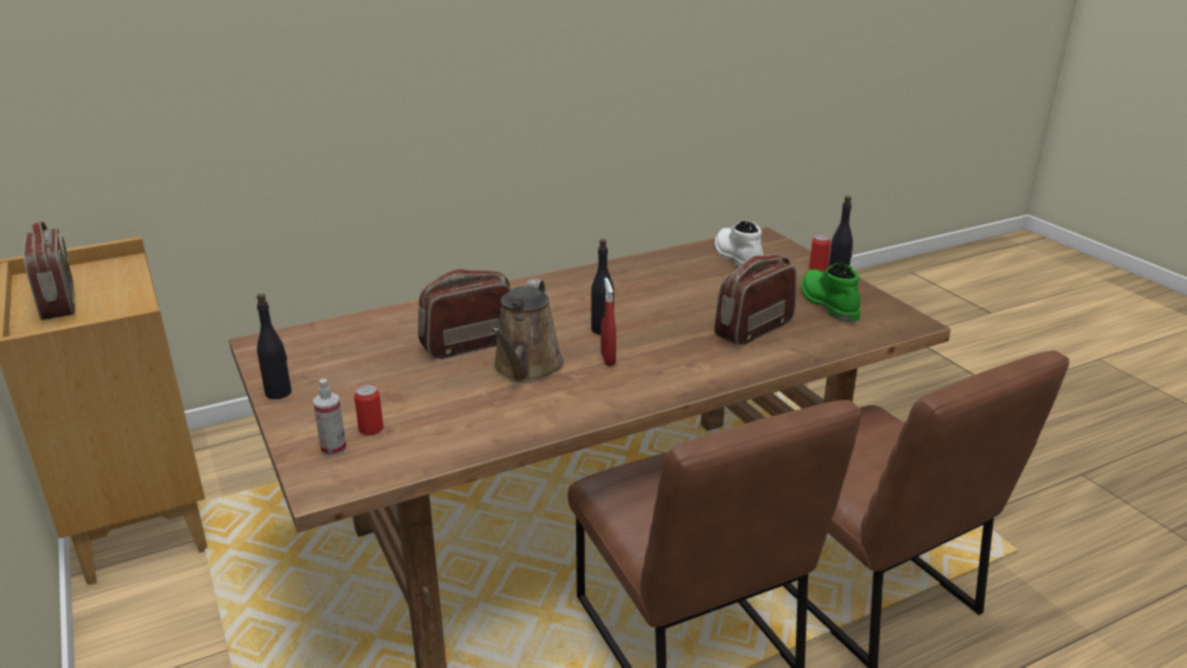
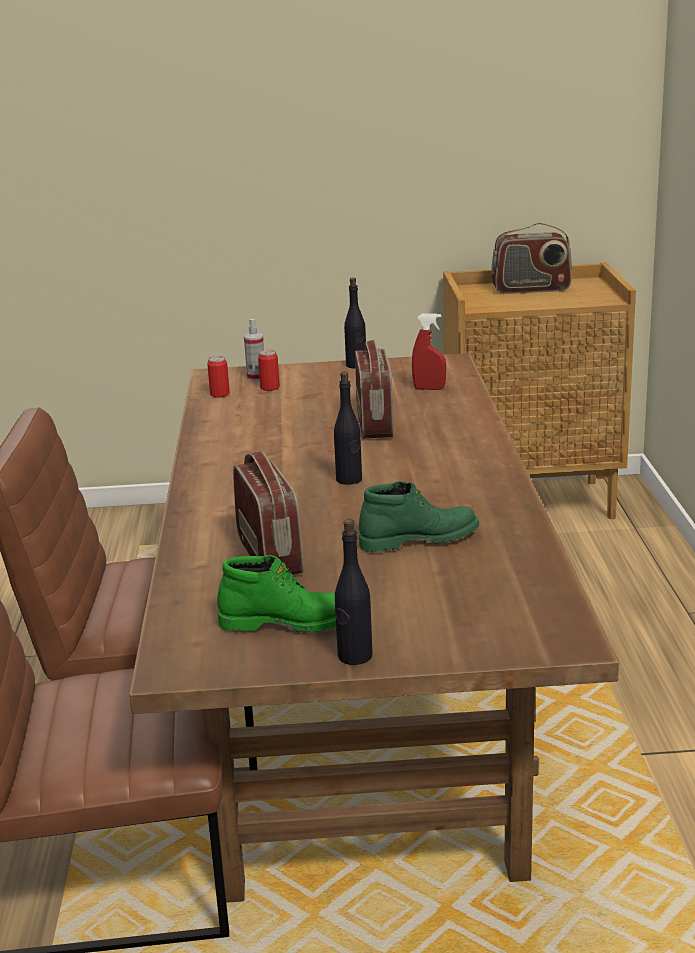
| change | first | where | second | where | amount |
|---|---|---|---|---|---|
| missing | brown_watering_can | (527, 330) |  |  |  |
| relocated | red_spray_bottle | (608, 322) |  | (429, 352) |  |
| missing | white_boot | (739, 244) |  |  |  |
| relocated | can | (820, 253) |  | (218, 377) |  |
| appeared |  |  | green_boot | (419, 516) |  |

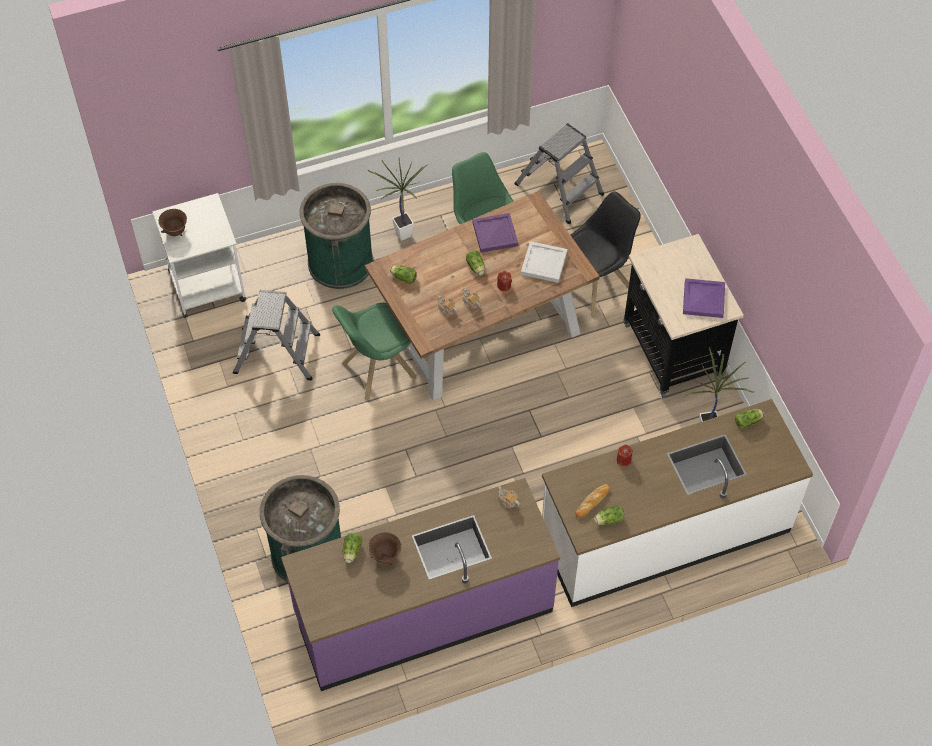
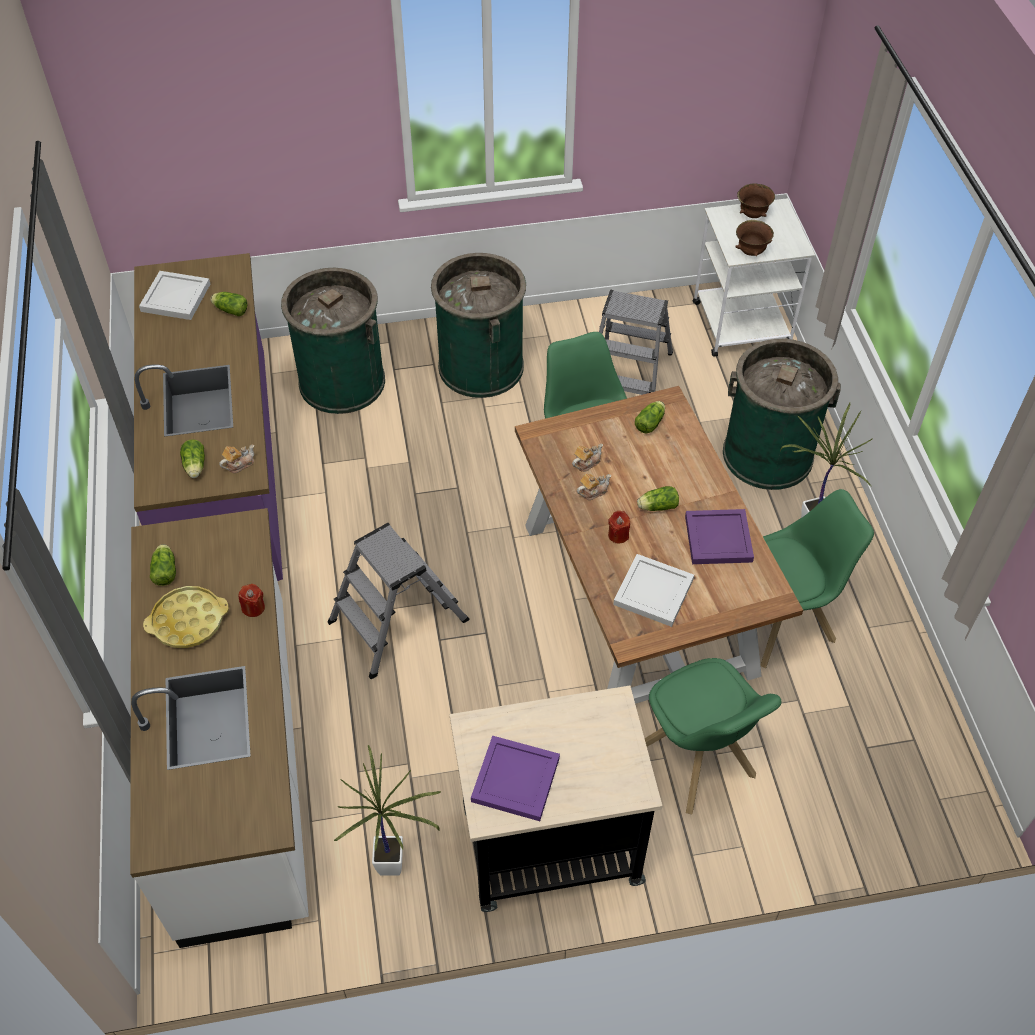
| change | first | where | second | where | amount |
|---|---|---|---|---|---|
| relocated | brown_bowl | (384, 549) |  | (754, 238) |  |
| relocated | grey_step_ladder | (559, 173) |  | (399, 601) |  |
| colour | black_chair | (606, 253) | green_chair | (713, 736) |  |
| missing | bread | (592, 501) |  |  |  |
| relocated | lettuce | (749, 418) |  | (192, 458) |  |
| appeared |  |  | white_tray | (174, 295) |  |
| appeared |  |  | yellow_tray | (186, 617) |  |
| appeared |  |  | green_trash_can | (478, 325) |  |

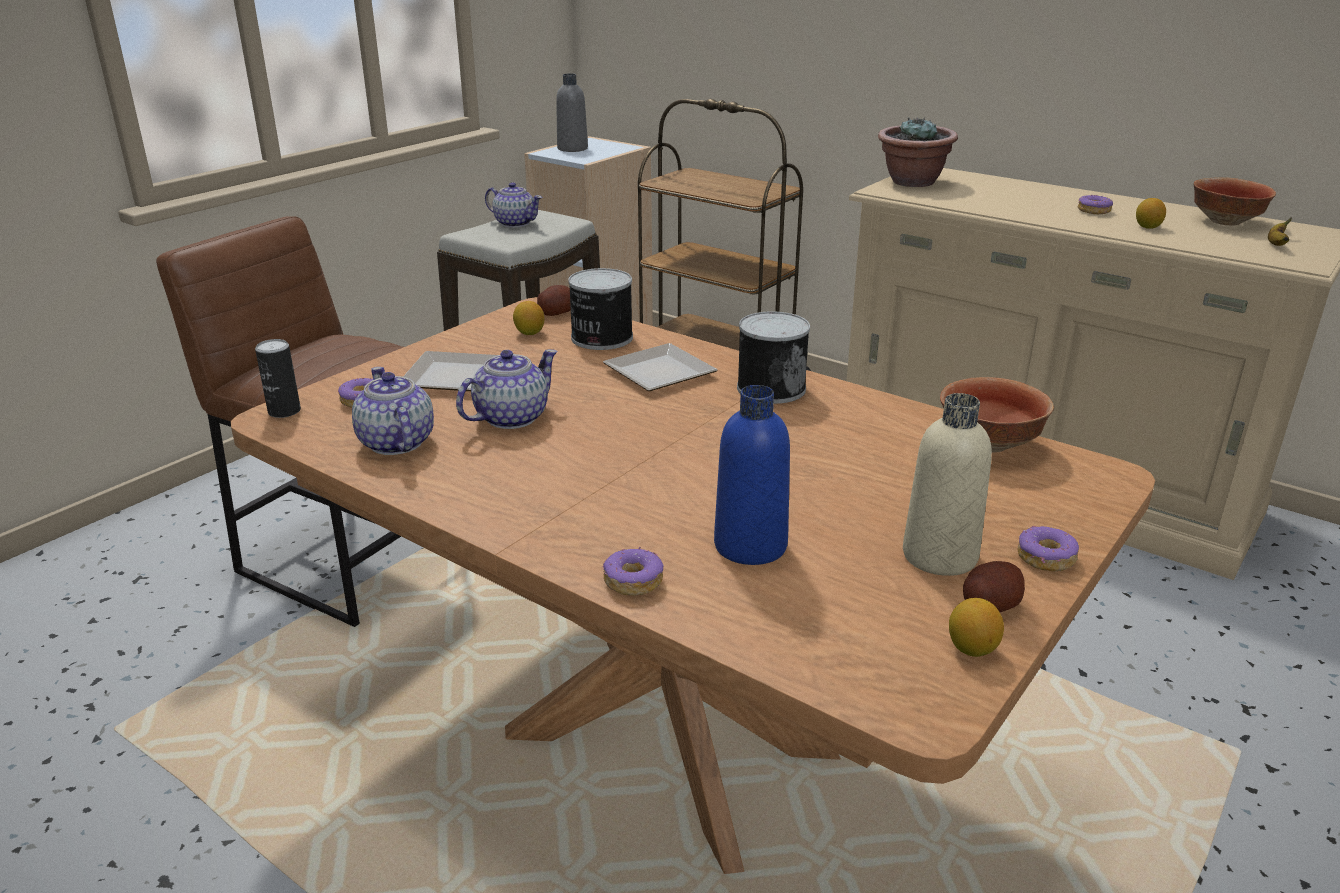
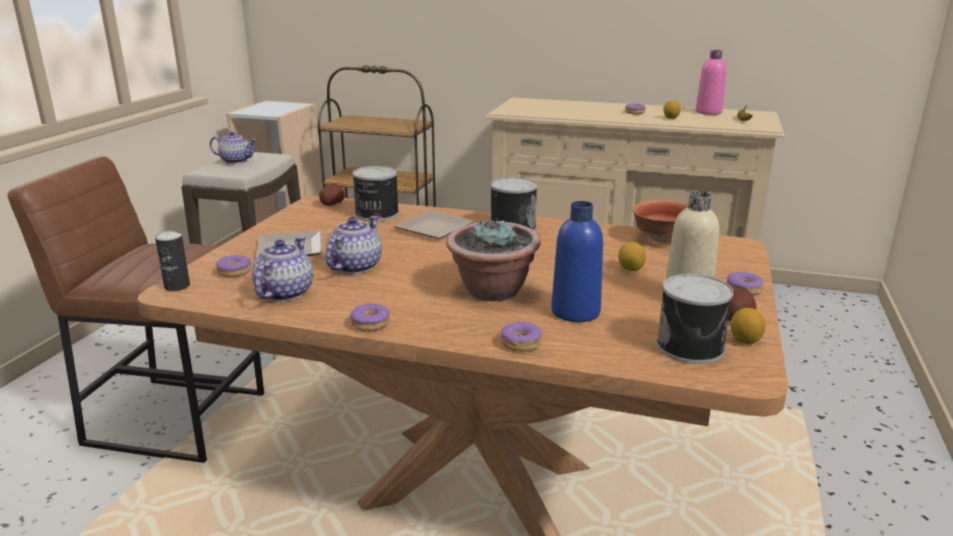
| change | first | where | second | where | amount |
|---|---|---|---|---|---|
| spun | teapot | (393, 411) |  | (282, 269) | 60 degrees clockwise |
| relocated | lemon | (528, 318) |  | (632, 256) |  |
| missing | grey_bottle | (572, 112) |  |  |  |
| relocated | potted_plant | (918, 152) |  | (493, 260) |  |
| exchanged | bowl | (1234, 201) | pink_bottle | (711, 82) |  |
| appeared |  |  | donut | (370, 317) |  |
| appeared |  |  | can | (694, 319) |  |

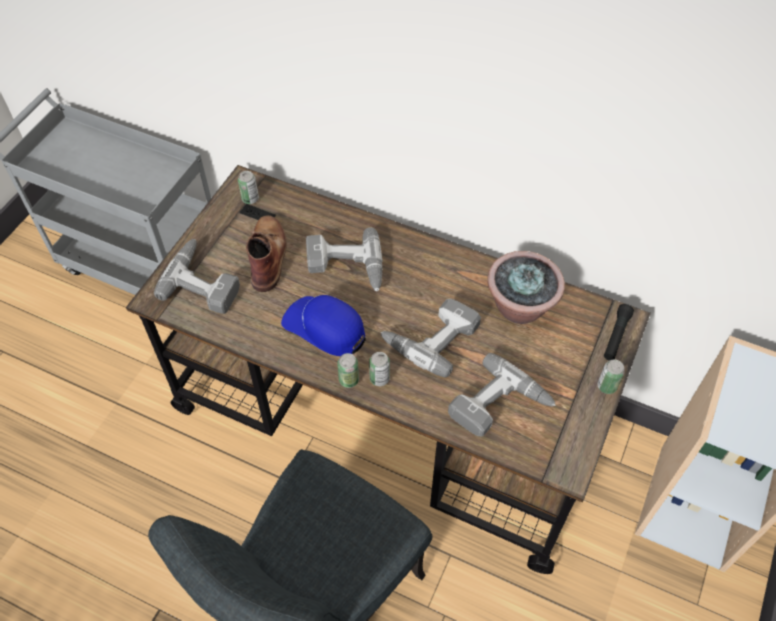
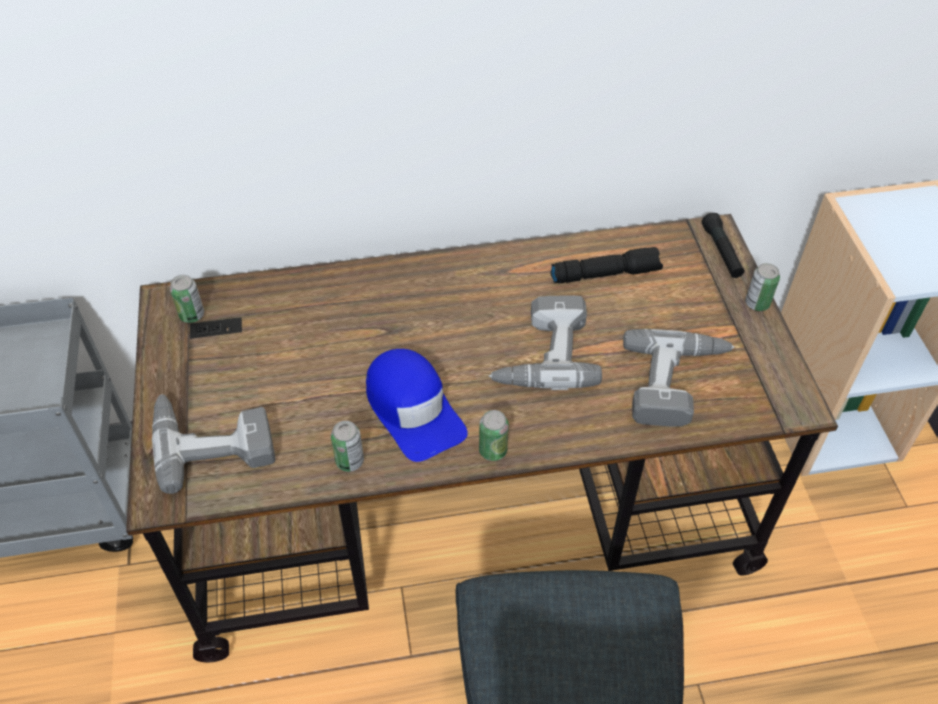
| change | first | where | second | where | amount |
|---|---|---|---|---|---|
| missing | brown_boot | (266, 253) |  |  |  |
| spun | blue_cap | (323, 325) |  | (417, 405) | 120 degrees counterclockwise |
| missing | power_drill | (344, 259) |  |  |  |
| relocated | can | (379, 369) |  | (347, 446) |  |
| exchanged | potted_plant | (526, 287) | black_flashlight | (606, 265) |  |

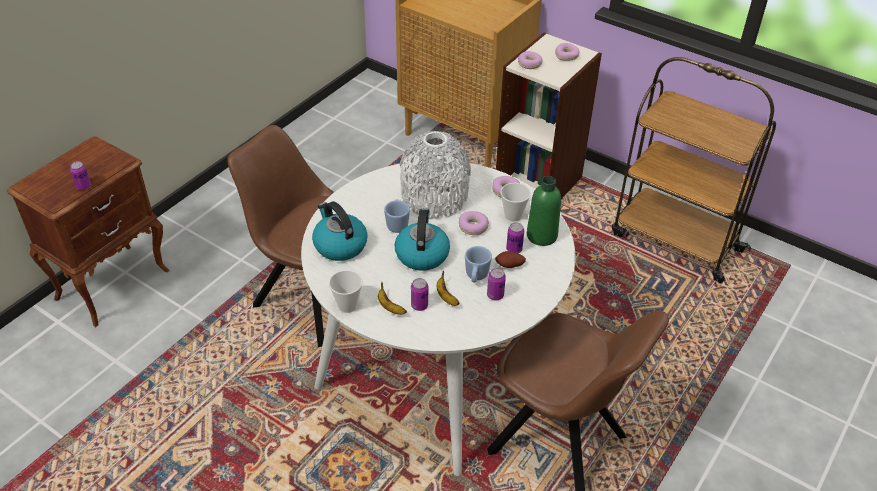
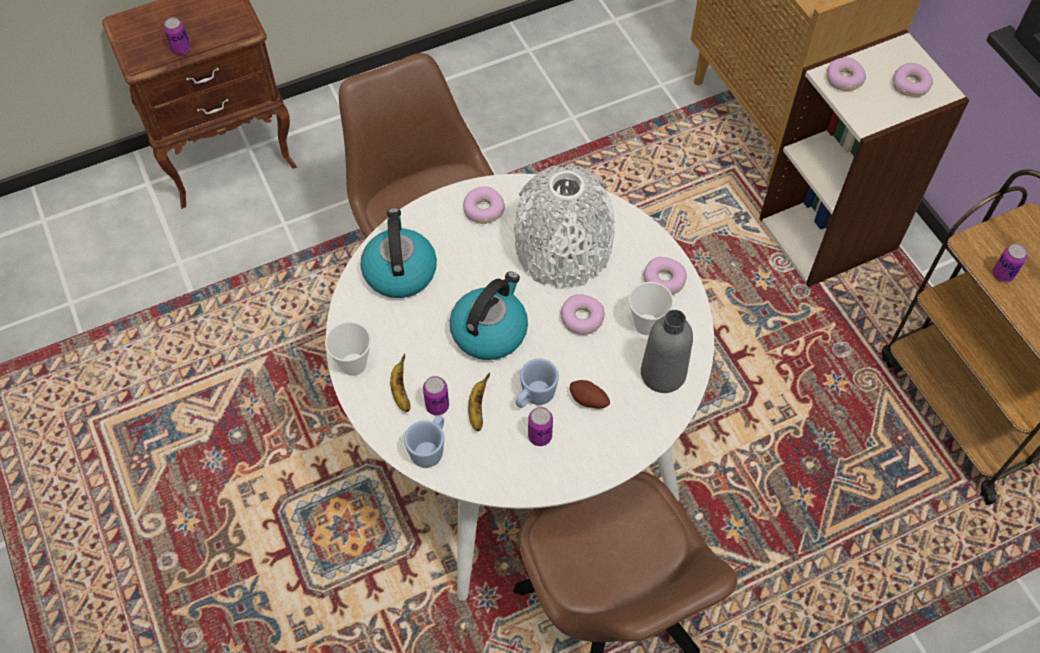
| change | first | where | second | where | amount |
|---|---|---|---|---|---|
| relocated | blue_mug | (397, 216) |  | (424, 442) |  |
| relocated | can | (515, 238) |  | (1010, 262) |  |
| colour | green_bottle | (544, 211) | grey_bottle | (667, 351) |  |
| appeared |  |  | donut | (484, 205) |  |

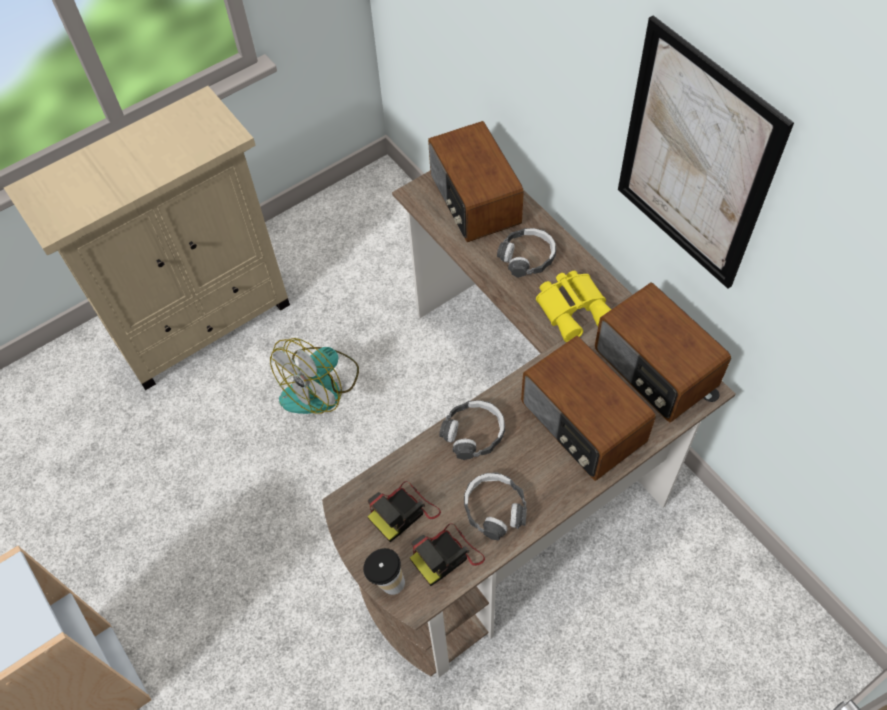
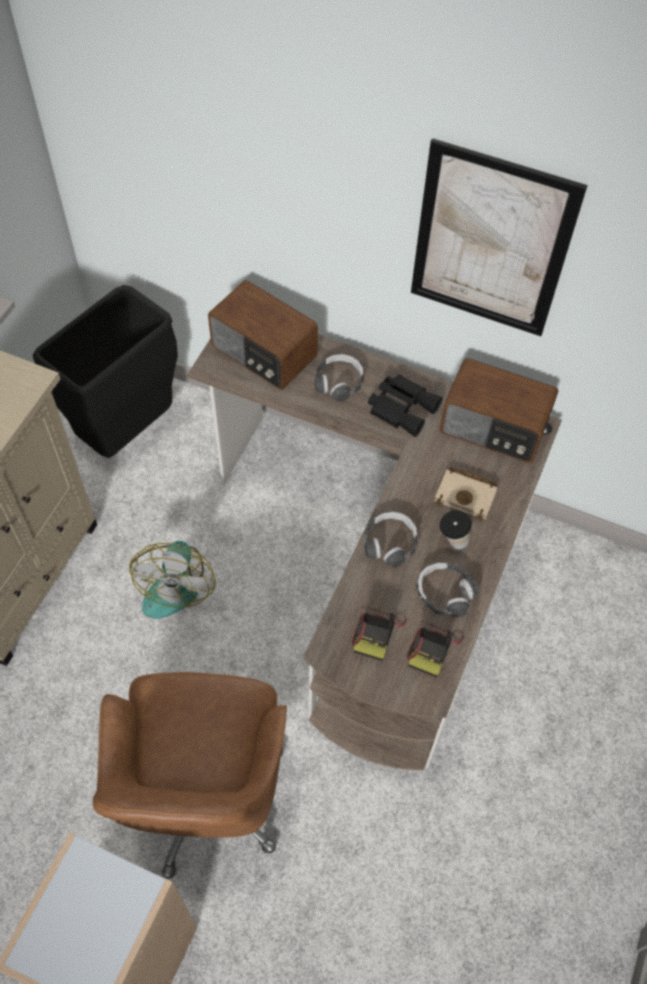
| change | first | where | second | where | amount |
|---|---|---|---|---|---|
| relocated | cup | (384, 571) |  | (456, 529) |  |
| exchanged | radio | (588, 408) | beige_book | (465, 494) |  |
| colour | yellow_binoculars | (573, 306) | black_binoculars | (405, 405) |  |
| appeared |  |  | black_trash_can | (105, 371) |  |
| appeared |  |  | brown_office_chair | (190, 775) |  |

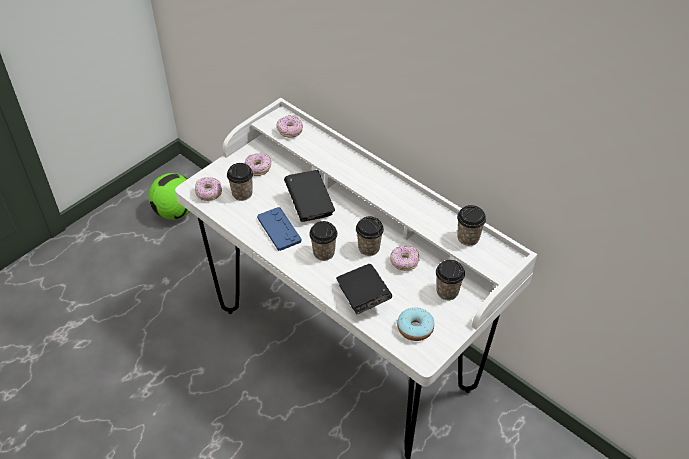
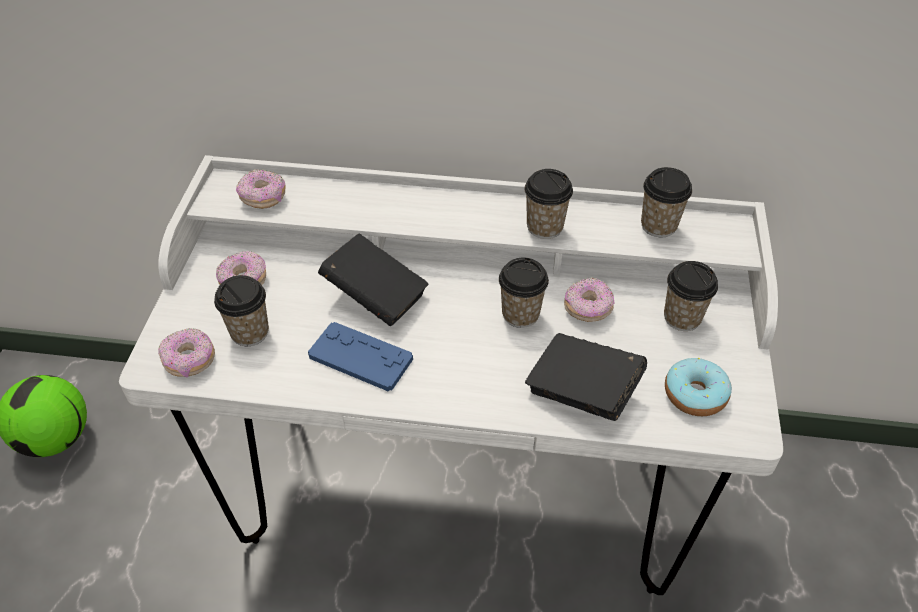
| change | first | where | second | where | amount |
|---|---|---|---|---|---|
| relocated | cup | (323, 241) |  | (549, 204) |  |

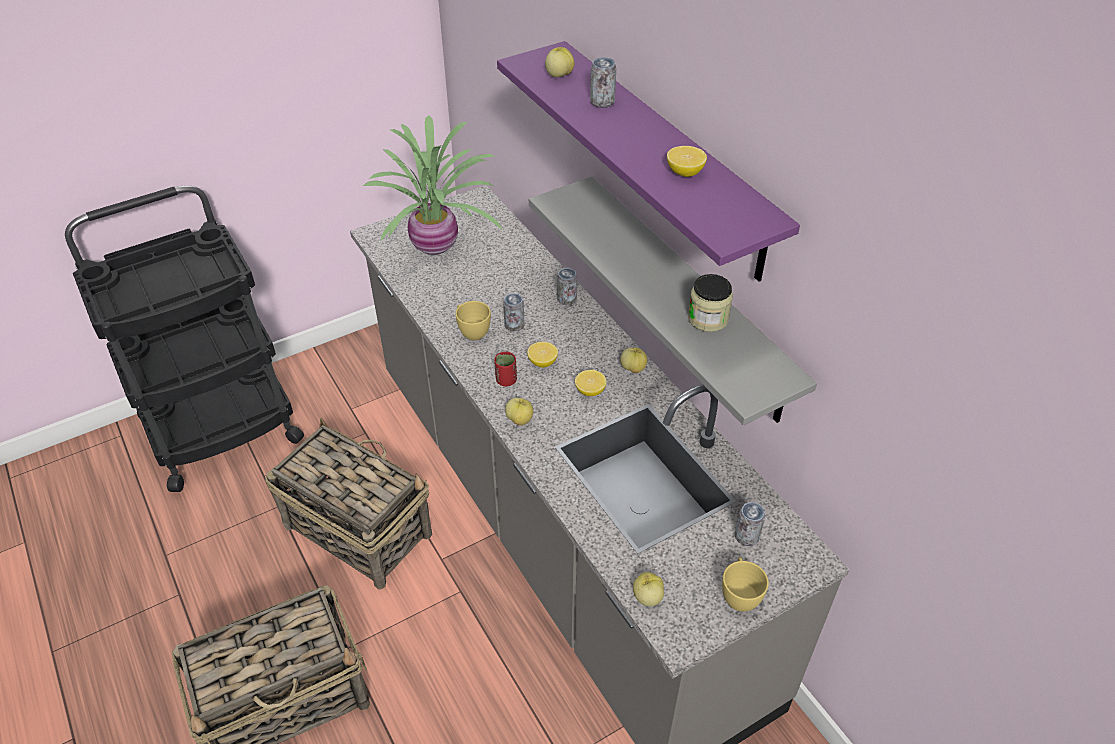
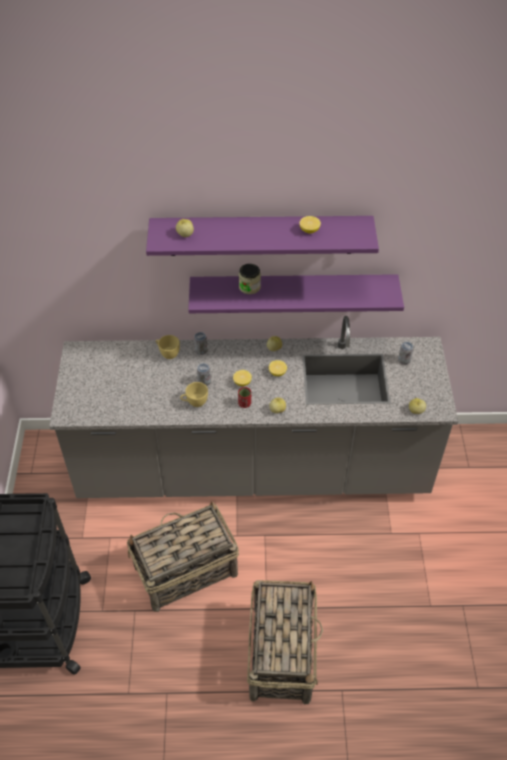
| change | first | where | second | where | amount |
|---|---|---|---|---|---|
| missing | potted_plant | (432, 185) |  |  |  |
| colour | grey_shelf | (673, 301) | purple_shelf | (296, 293) |  |
| missing | can | (603, 82) |  |  |  |
| relocated | jar | (710, 303) |  | (250, 279) |  |
| relocated | yellow_cup | (745, 584) |  | (168, 347) |  |

